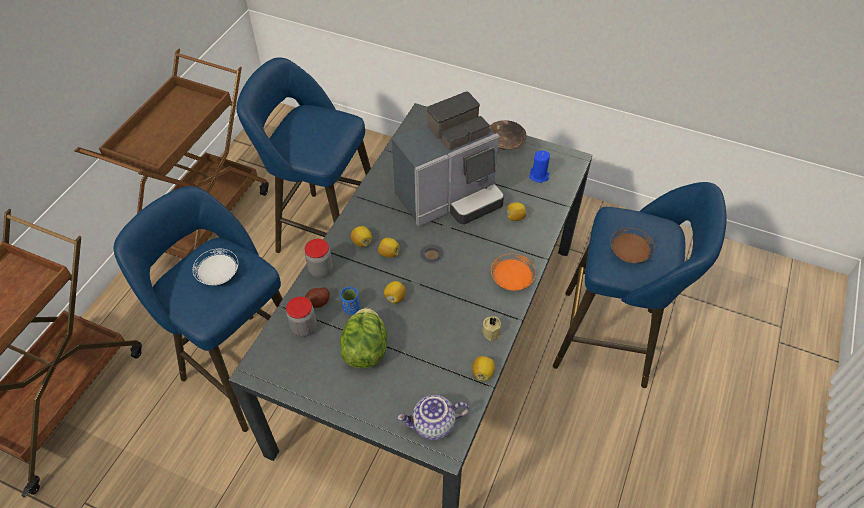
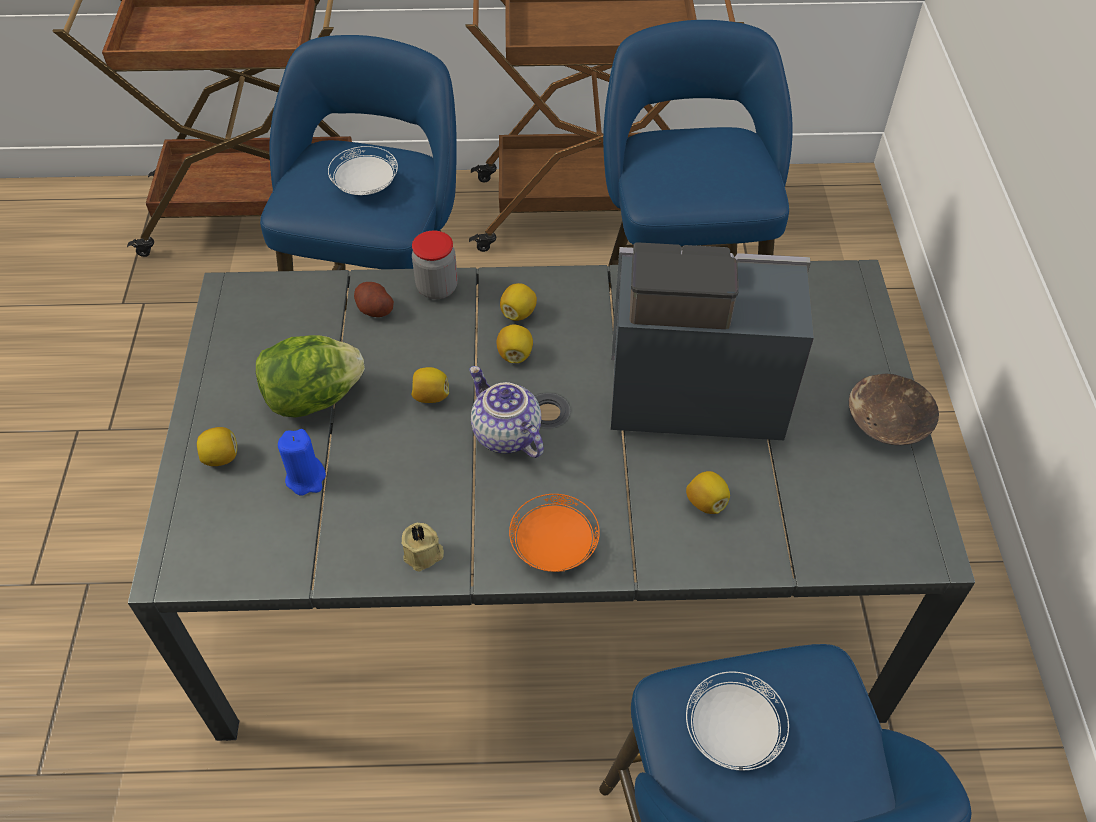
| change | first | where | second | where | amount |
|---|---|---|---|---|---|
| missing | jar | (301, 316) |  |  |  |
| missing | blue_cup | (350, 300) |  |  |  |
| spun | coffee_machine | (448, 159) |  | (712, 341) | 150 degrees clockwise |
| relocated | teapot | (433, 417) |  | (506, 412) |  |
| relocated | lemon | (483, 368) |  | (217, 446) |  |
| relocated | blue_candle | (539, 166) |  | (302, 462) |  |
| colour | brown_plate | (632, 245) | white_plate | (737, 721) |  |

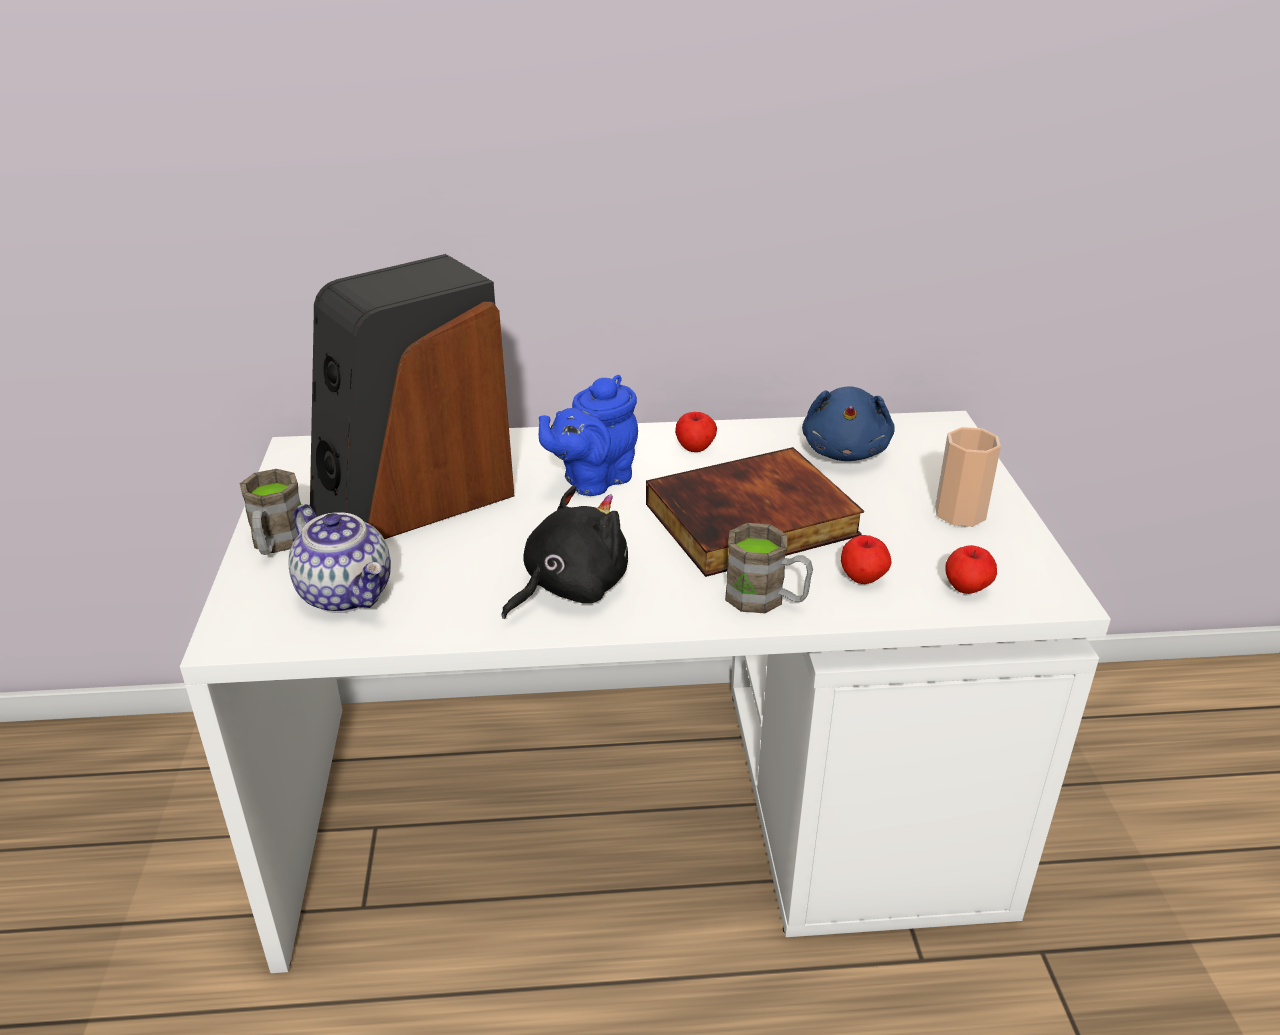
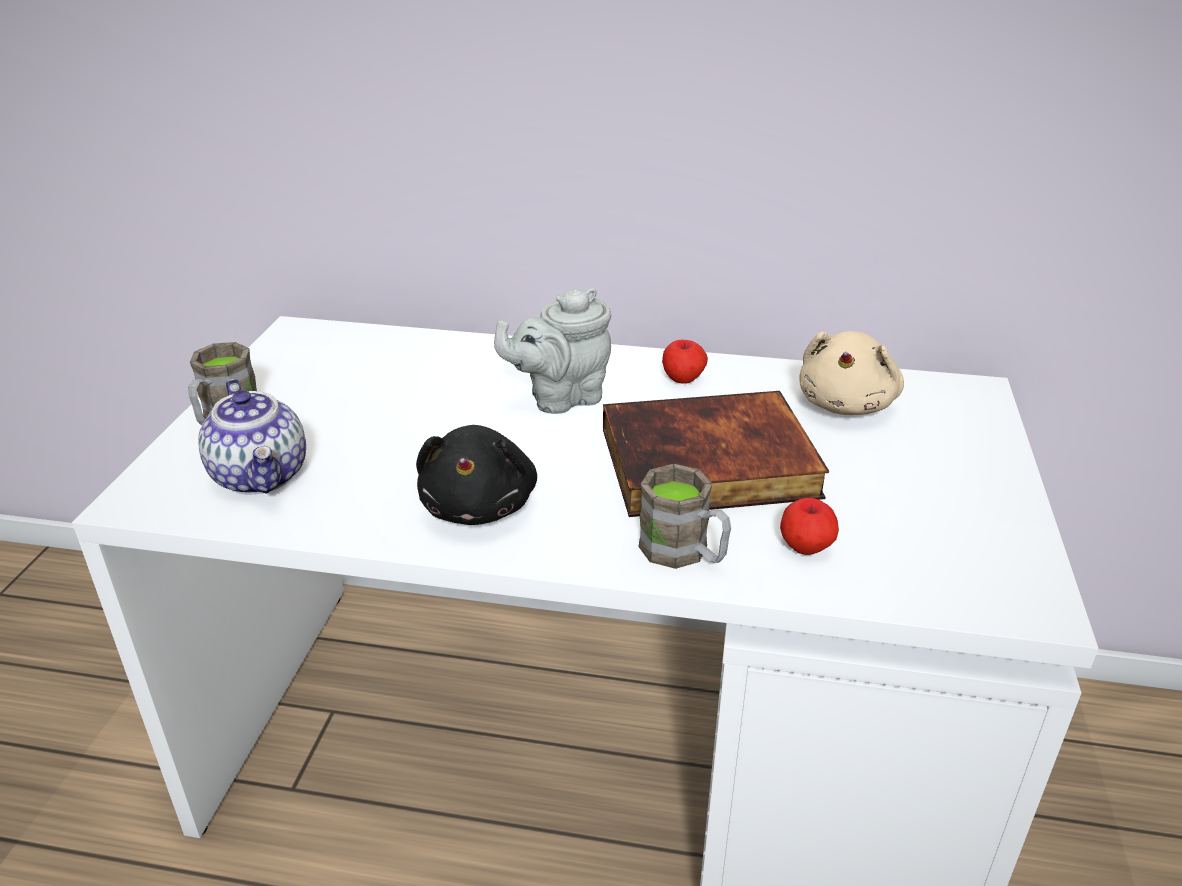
| change | first | where | second | where | amount |
|---|---|---|---|---|---|
| missing | speaker | (412, 396) |  |  |  |
| spun | black_plush_toy | (564, 552) |  | (476, 475) | 120 degrees clockwise |
| colour | blue_teapot | (588, 435) | grey_teapot | (552, 351) |  |
| colour | blue_plush_toy | (848, 423) | beige_plush_toy | (852, 373) |  |
| missing | cup | (968, 477) |  |  |  |
| missing | apple | (971, 569) |  |  |  |

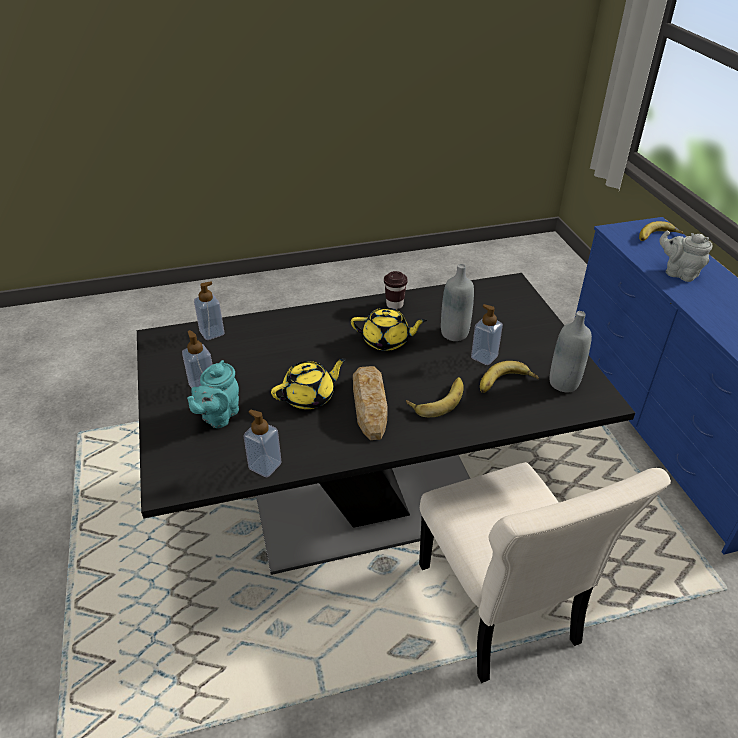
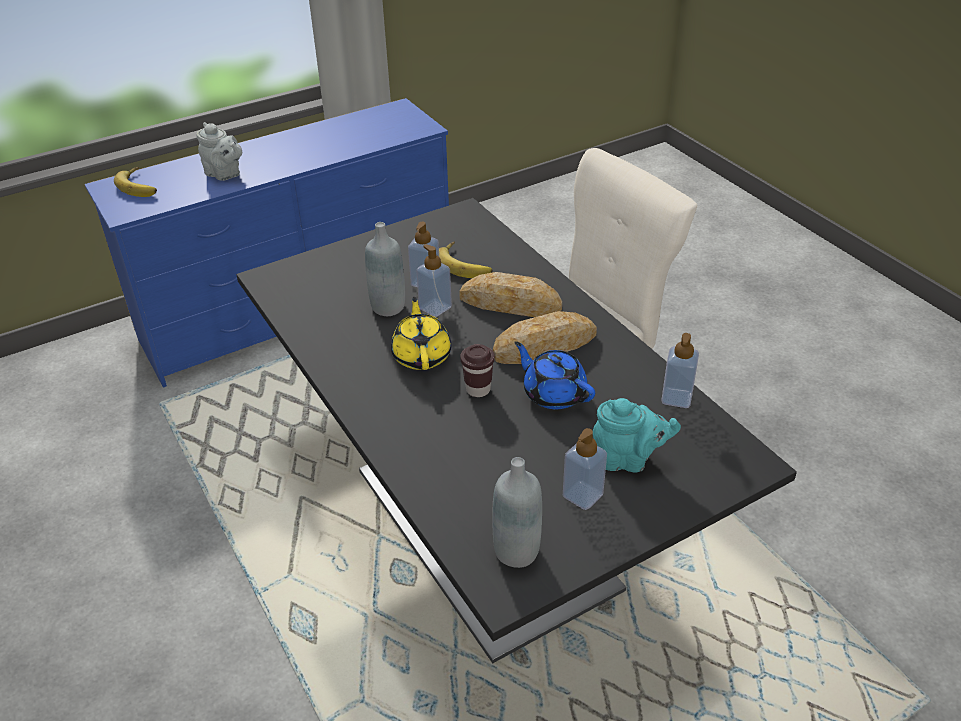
| change | first | where | second | where | amount |
|---|---|---|---|---|---|
| relocated | soap_dispenser | (209, 311) |  | (434, 280) |  |
| colour | yellow_teapot | (308, 383) | blue_teapot | (554, 375) |  |
| relocated | brown_cup | (396, 290) |  | (477, 370) |  |
| exchanged | banana | (435, 397) | bread | (510, 294) |  |
| relocated | grey_bottle | (571, 352) |  | (517, 512) |  |
| spun | grey_teapot | (685, 256) |  | (219, 151) | 75 degrees counterclockwise |

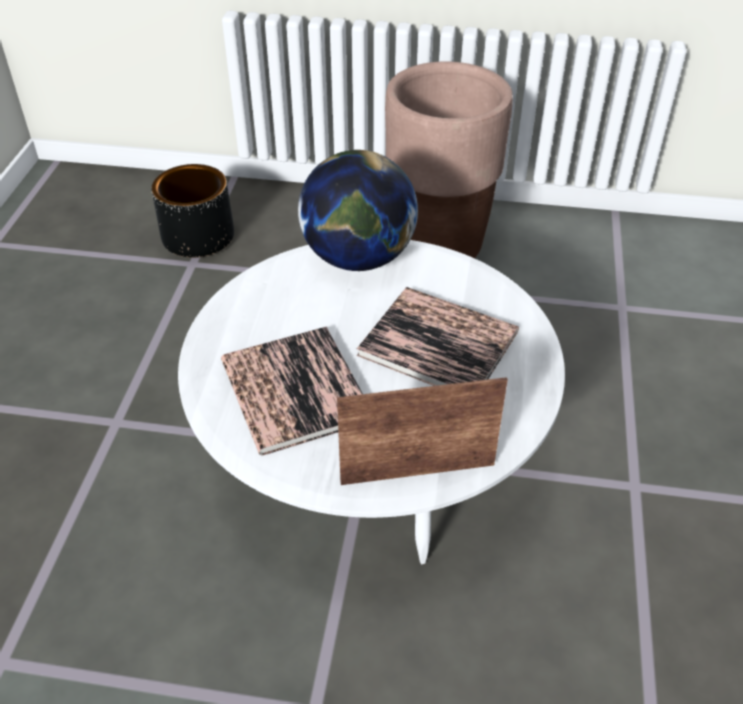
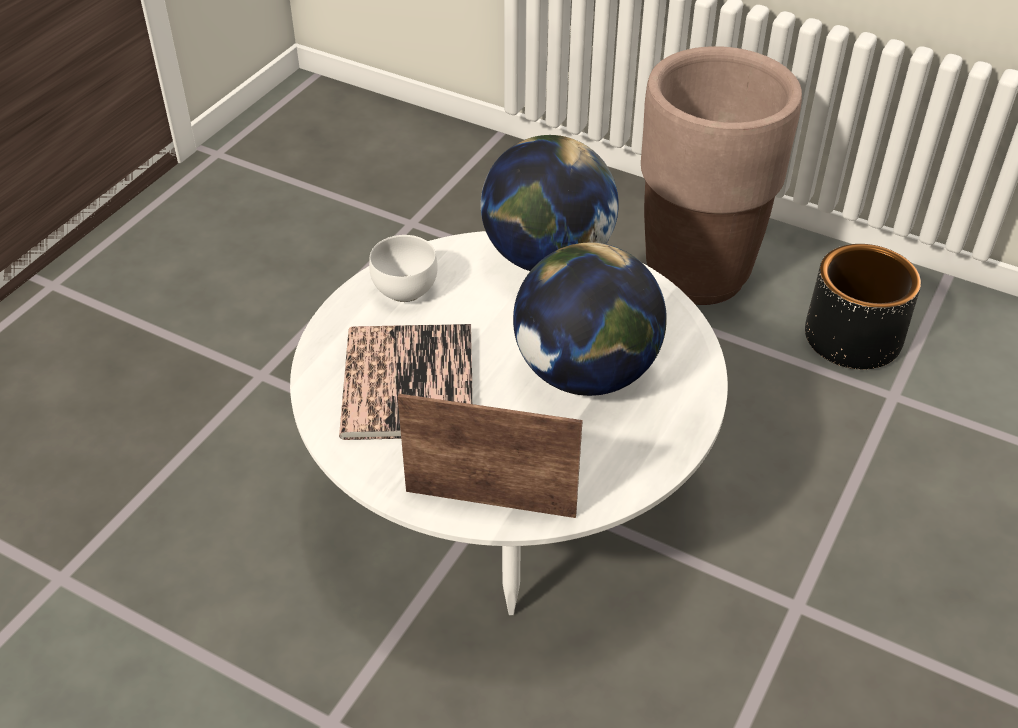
| change | first | where | second | where | amount |
|---|---|---|---|---|---|
| relocated | black_planter | (192, 211) |  | (863, 306) |  |
| exchanged | book | (438, 336) | globe | (590, 319) |  |
| appeared |  |  | white_bowl | (403, 268) |  |

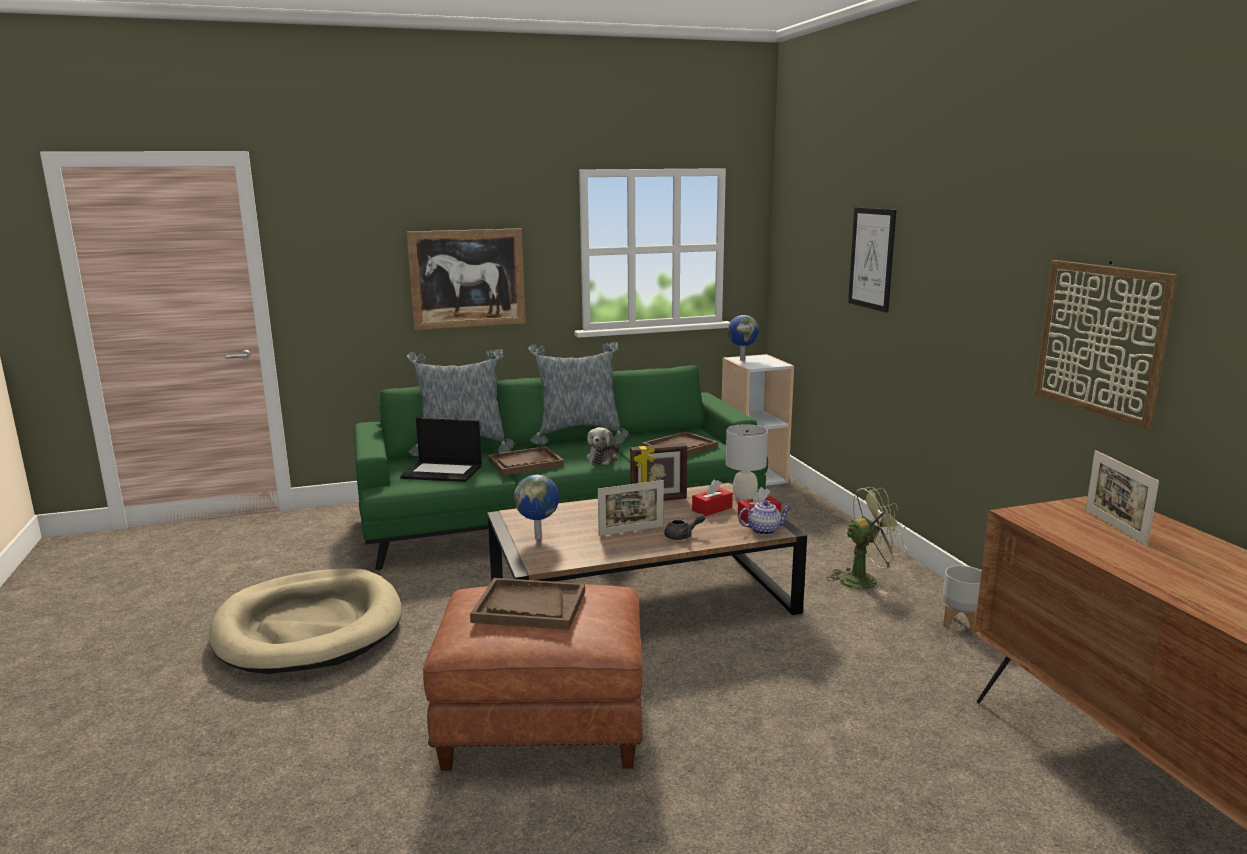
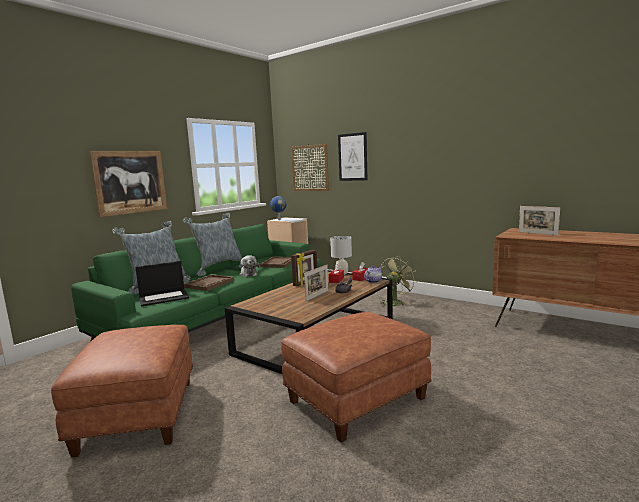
| change | first | where | second | where | amount |
|---|---|---|---|---|---|
| exchanged | beige_dog_bed | (306, 621) | brown_ottoman | (122, 391) |  |
| missing | brown_tray | (527, 604) |  |  |  |
| missing | globe | (537, 507) |  |  |  |
| missing | grey_planter | (962, 599) |  |  |  |
| relocated | picture | (1106, 345) |  | (310, 167) |  |

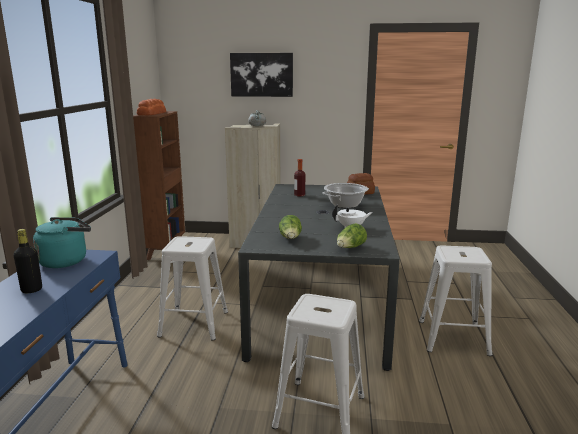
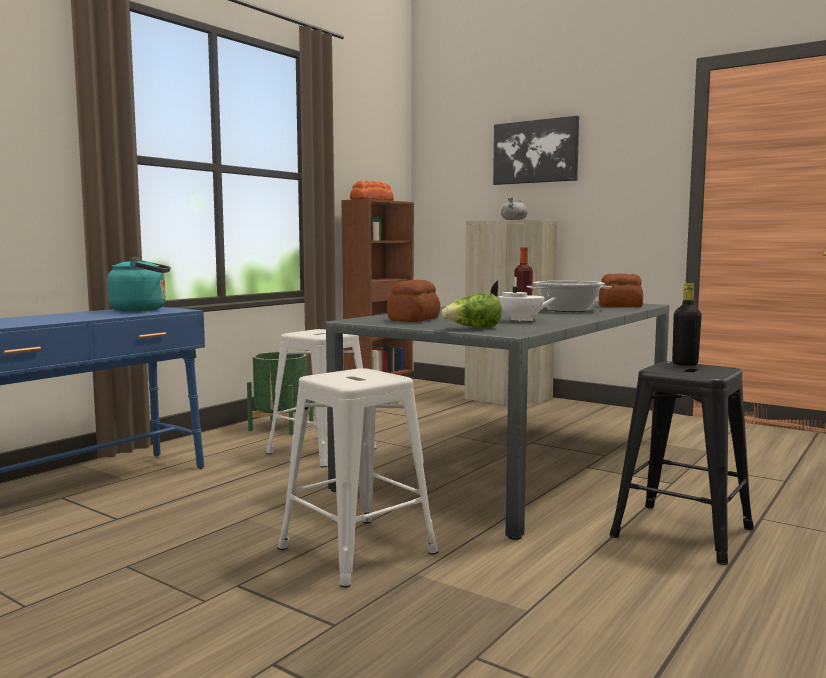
| change | first | where | second | where | amount |
|---|---|---|---|---|---|
| relocated | black_bottle | (27, 261) |  | (687, 324) |  |
| exchanged | lettuce | (290, 227) | bread | (413, 301) |  |
| colour | white_stool | (455, 301) | black_stool | (682, 463) |  |
| appeared |  |  | green_planter | (280, 393) |  |

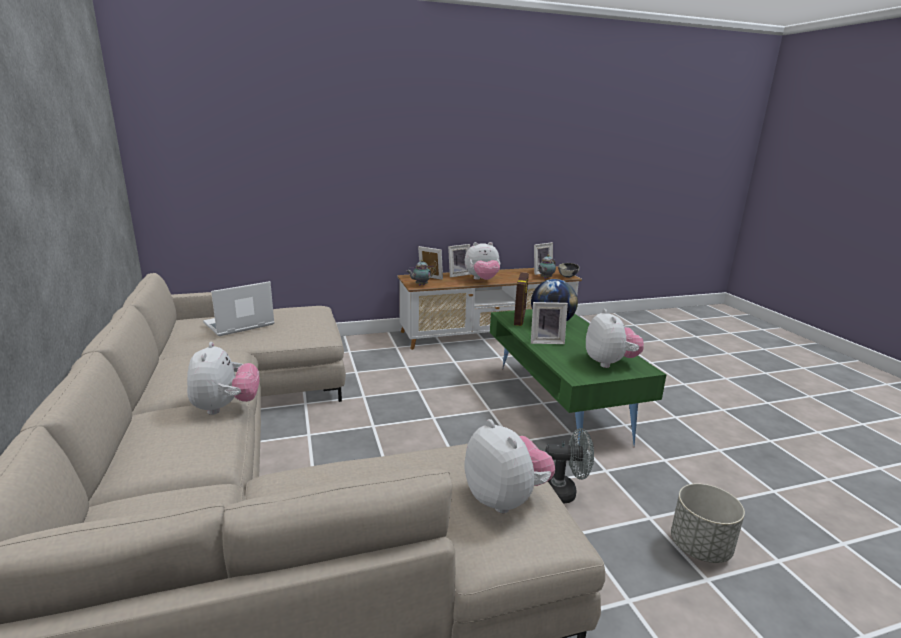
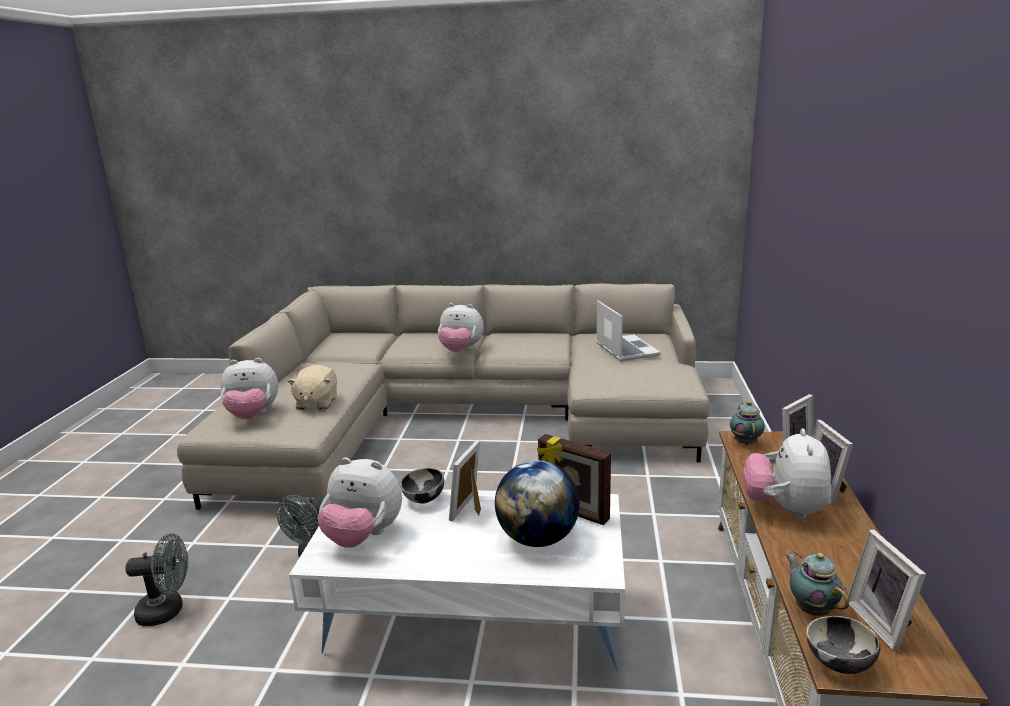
| change | first | where | second | where | amount |
|---|---|---|---|---|---|
| colour | green_coffee_table | (578, 378) | white_coffee_table | (457, 579) |  |
| exchanged | grey_planter | (708, 523) | grey_fan | (156, 580) |  |
| appeared |  |  | beige_plush_toy | (312, 387) |  |
| appeared |  |  | bowl | (422, 486) |  |

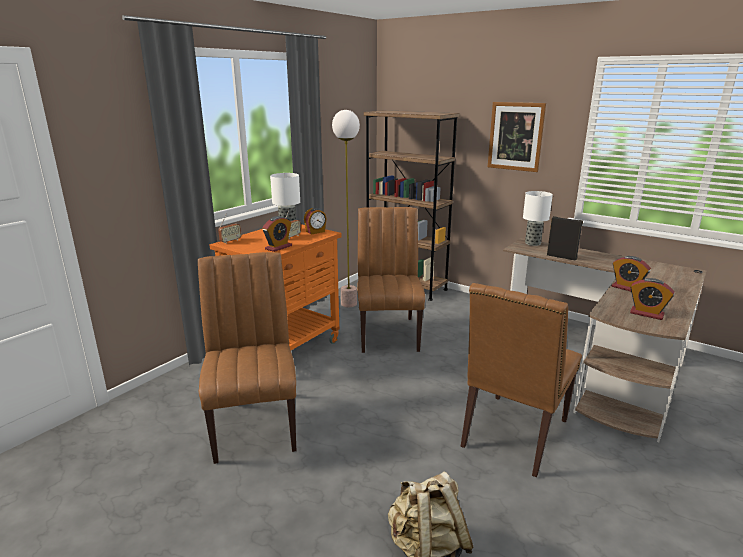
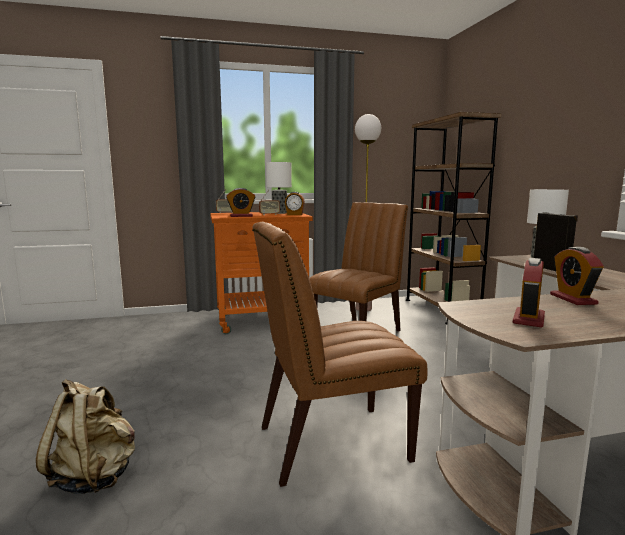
| change | first | where | second | where | amount |
|---|---|---|---|---|---|
| missing | brown_chair | (247, 358) |  |  |  |
| missing | picture | (517, 137) |  |  |  |
| spun | alarm_clock | (652, 299) |  | (529, 293) | 45 degrees clockwise |

